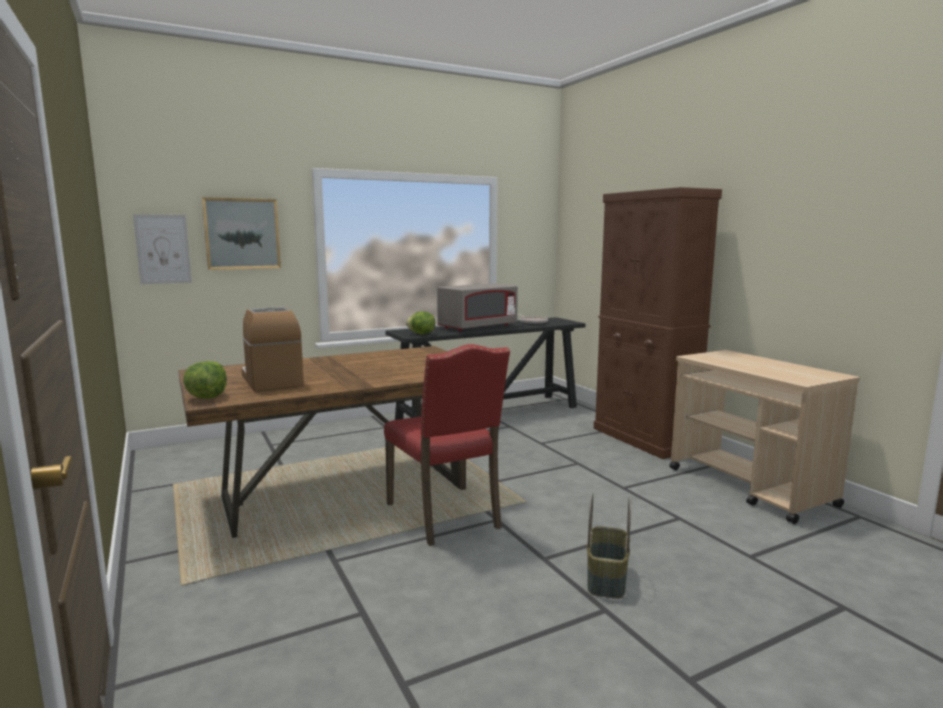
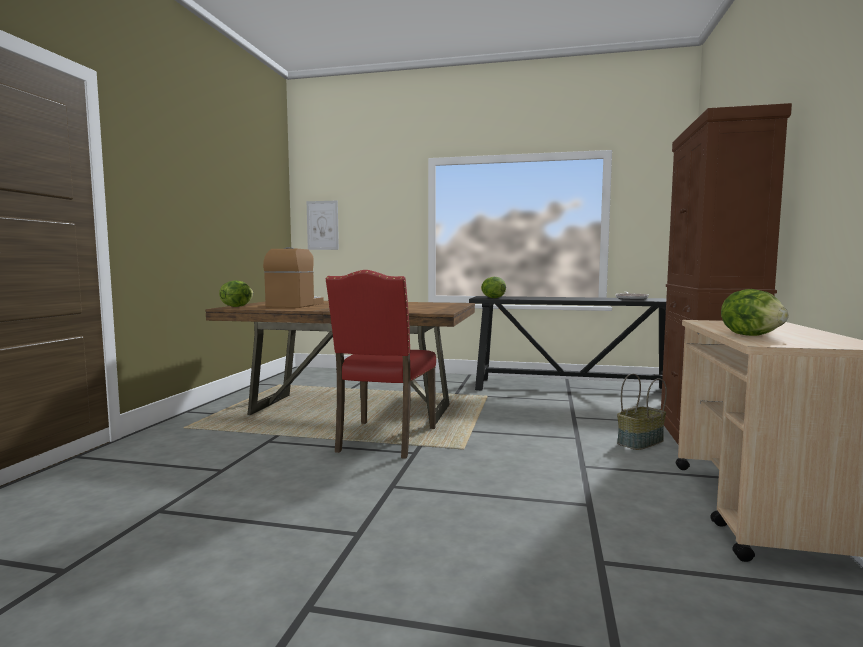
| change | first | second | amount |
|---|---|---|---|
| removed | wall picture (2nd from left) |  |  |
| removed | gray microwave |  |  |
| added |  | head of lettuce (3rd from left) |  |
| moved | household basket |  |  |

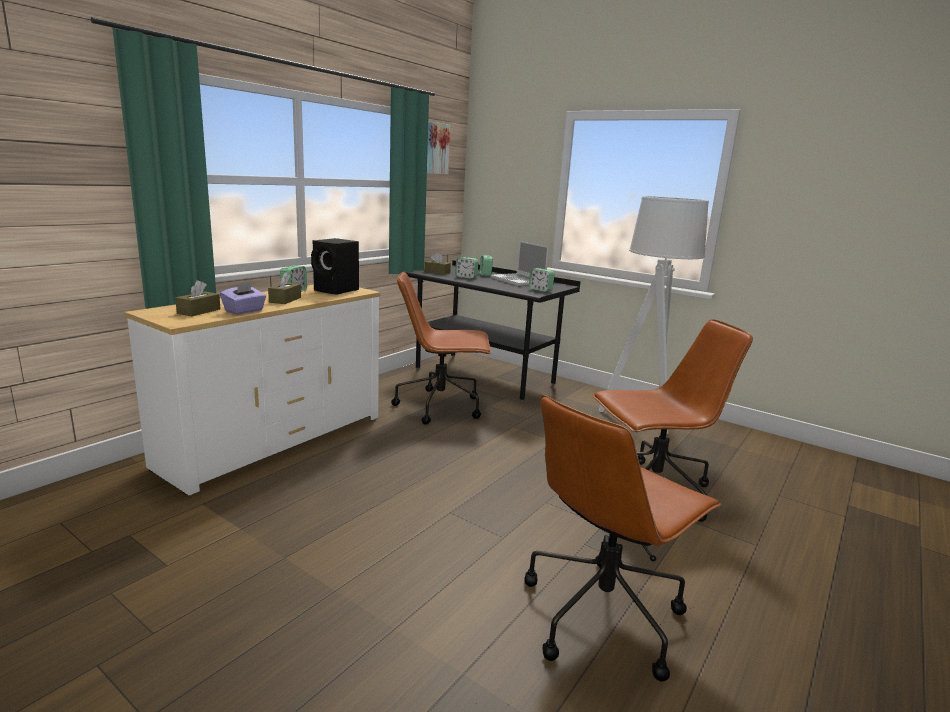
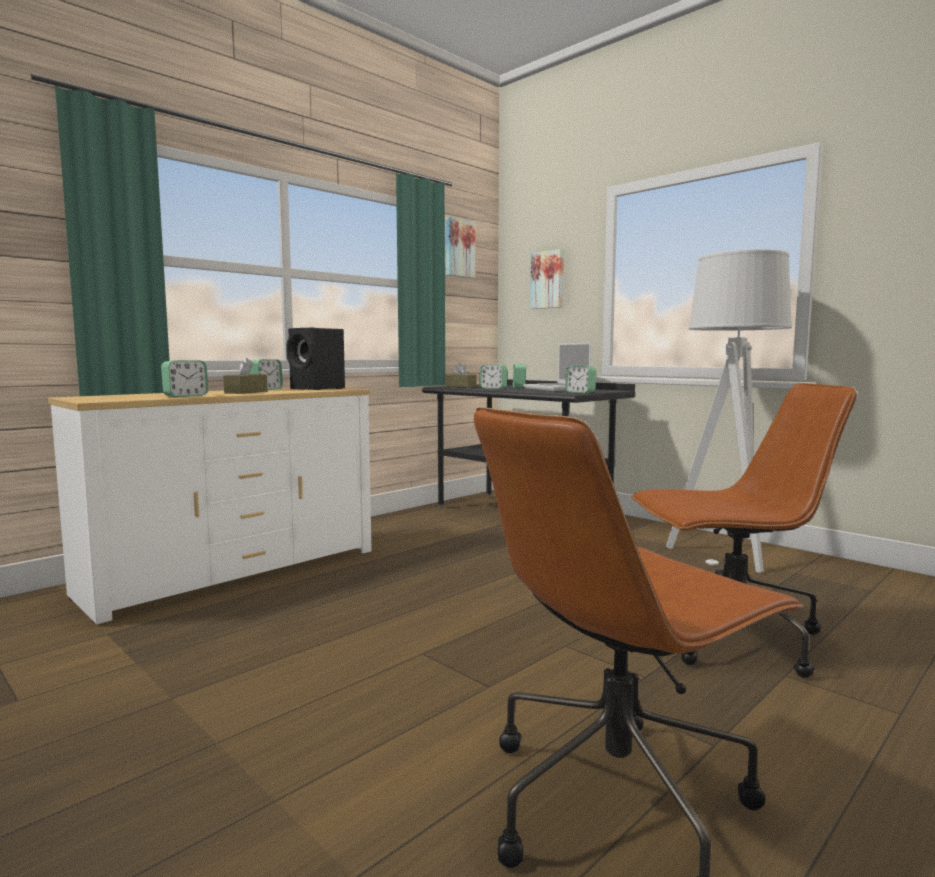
| change | first | second | amount |
|---|---|---|---|
| removed | brownish tissue box (1st from left) |  |  |
| removed | brownish computer chair (1st from left) |  |  |
| added |  | wall picture (2nd from left) |  |
| replaced | purple-coloured tissue box | bedside clock (1st from left) |  |

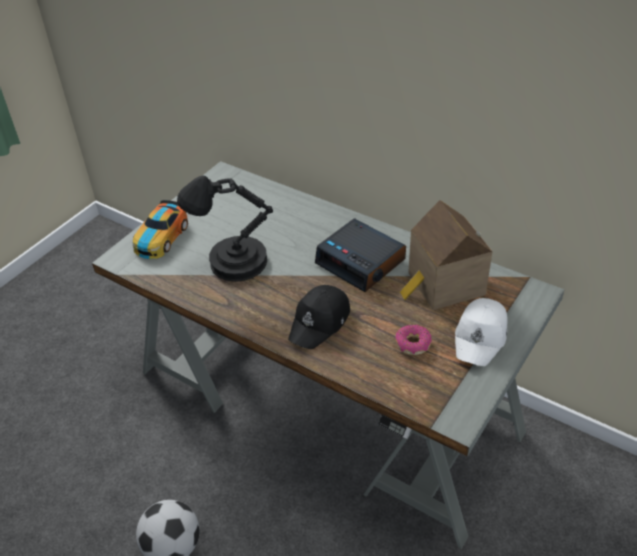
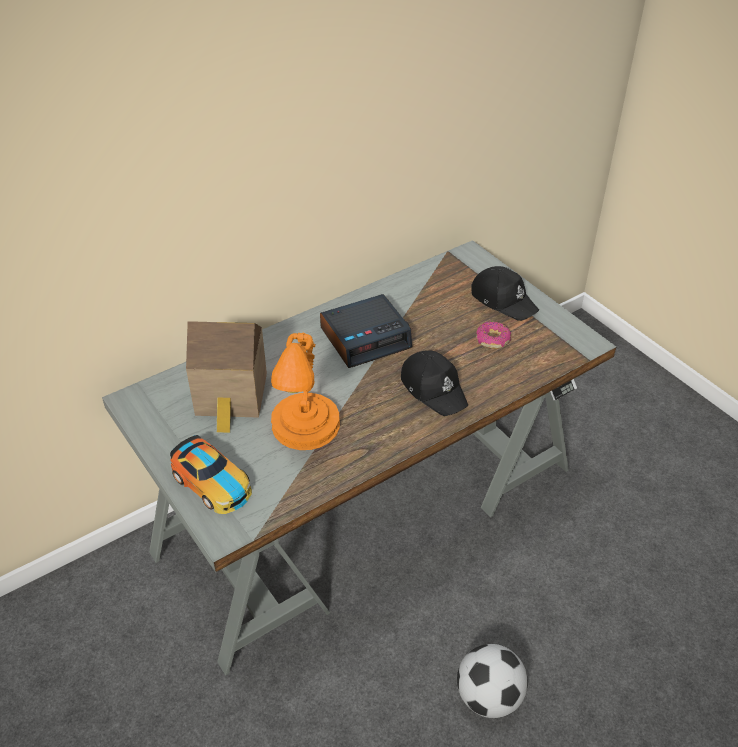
| change | first | second | amount |
|---|---|---|---|
| moved | miniature house |  |  |
| recoloured | black tabletop lamp | orange-coloured tabletop lamp |  |
| recoloured | whitish baseball cap | black baseball cap (2nd from left) |  |

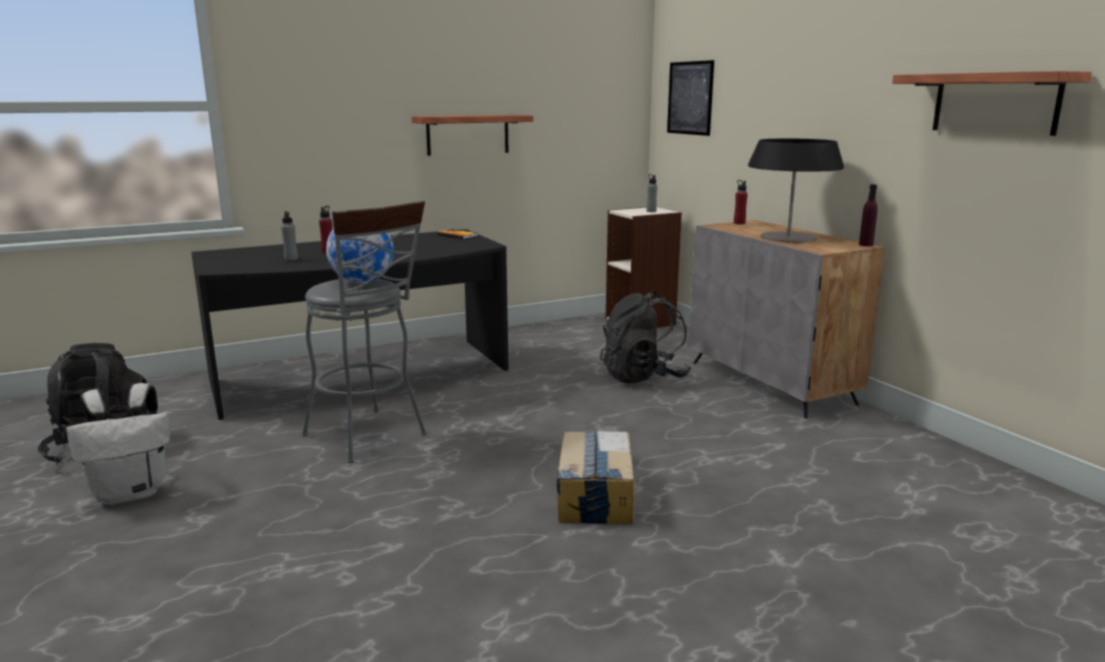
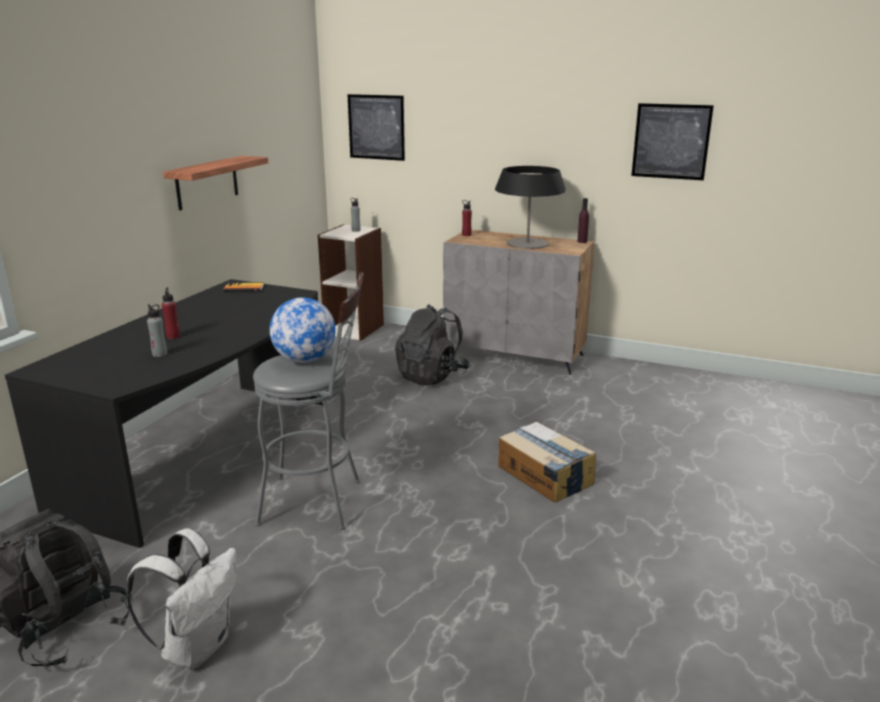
| change | first | second | amount |
|---|---|---|---|
| replaced | bracket shelf (2nd from left) | wall picture (2nd from left) |  |

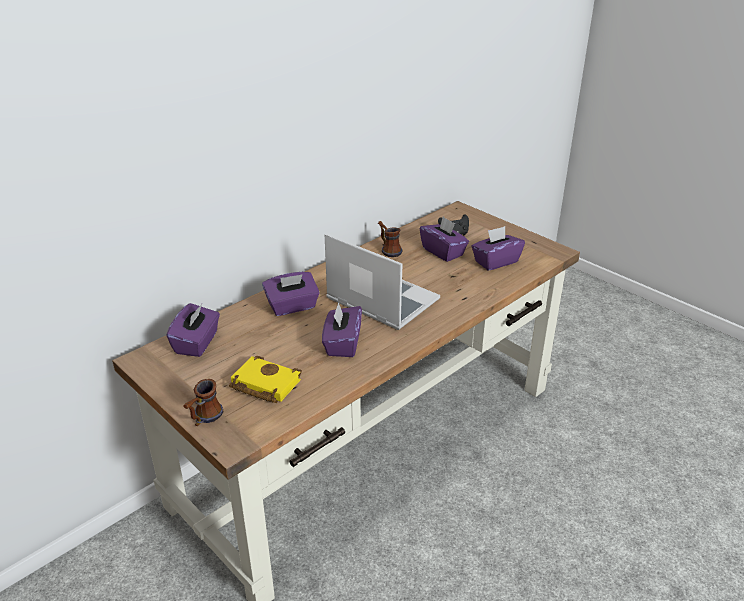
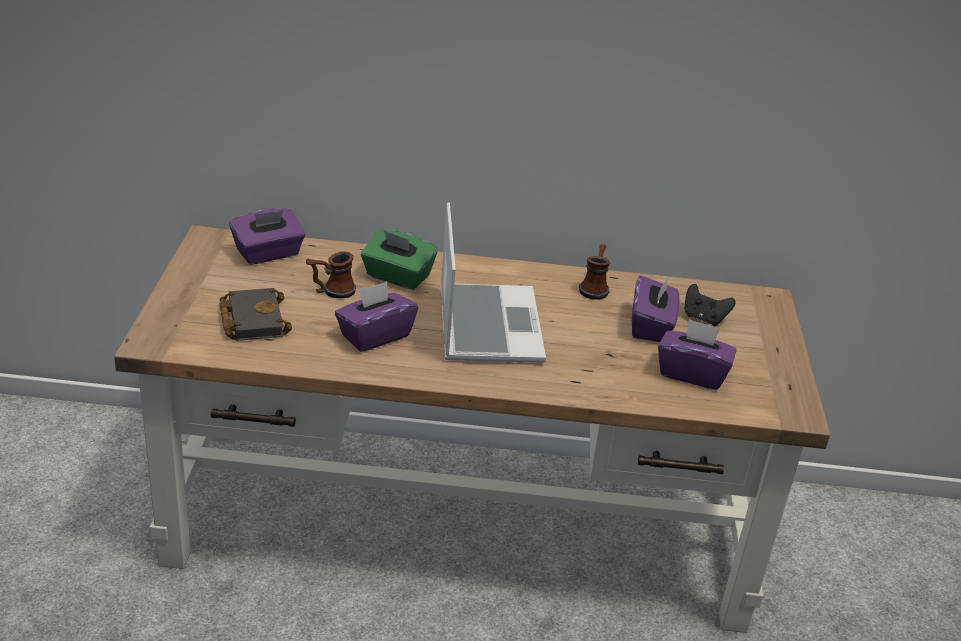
| change | first | second | amount |
|---|---|---|---|
| moved | mug (1st from left) |  |  |
| recoloured | yellowish volume | black volume |  |
| recoloured | purple-coloured tissue box (2nd from left) | green tissue box |  |

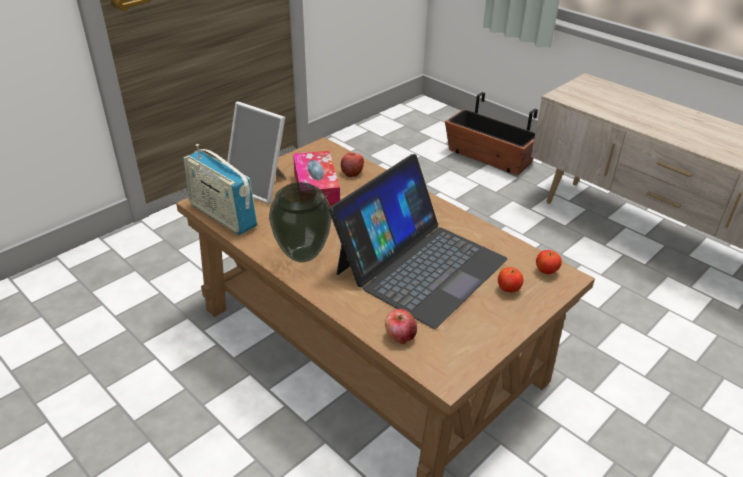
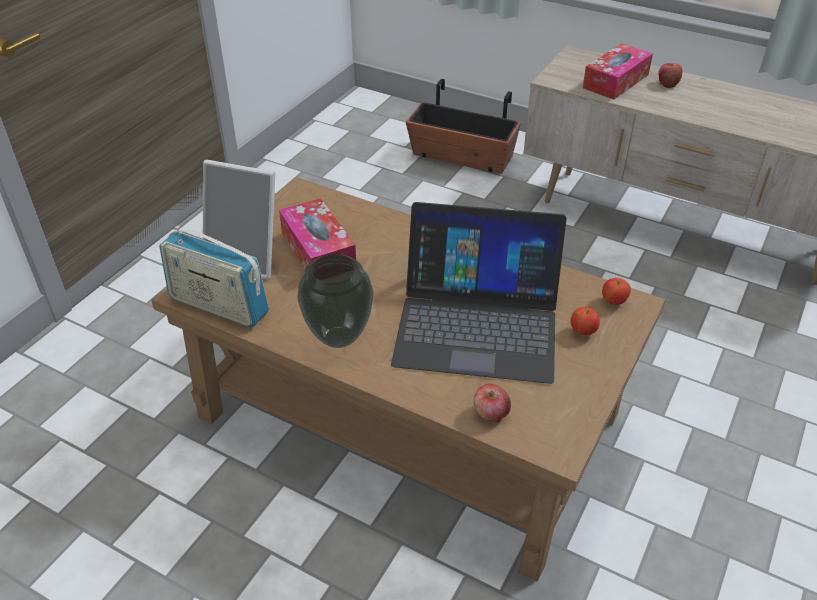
| change | first | second | amount |
|---|---|---|---|
| added |  | tissue box (2nd from left) |  |
| moved | apple (1st from left in the first image) | apple (4th from left) |  |
| turned | laptop |  | 75 degrees clockwise |

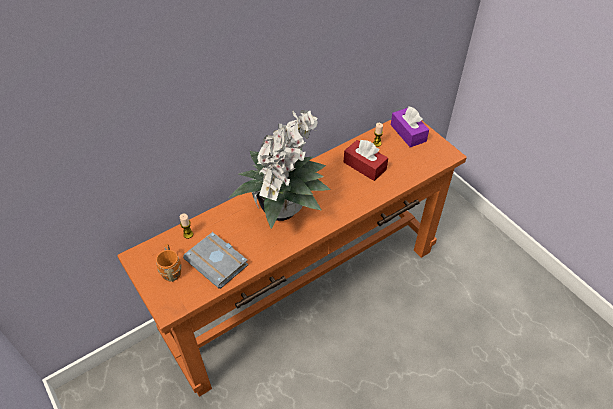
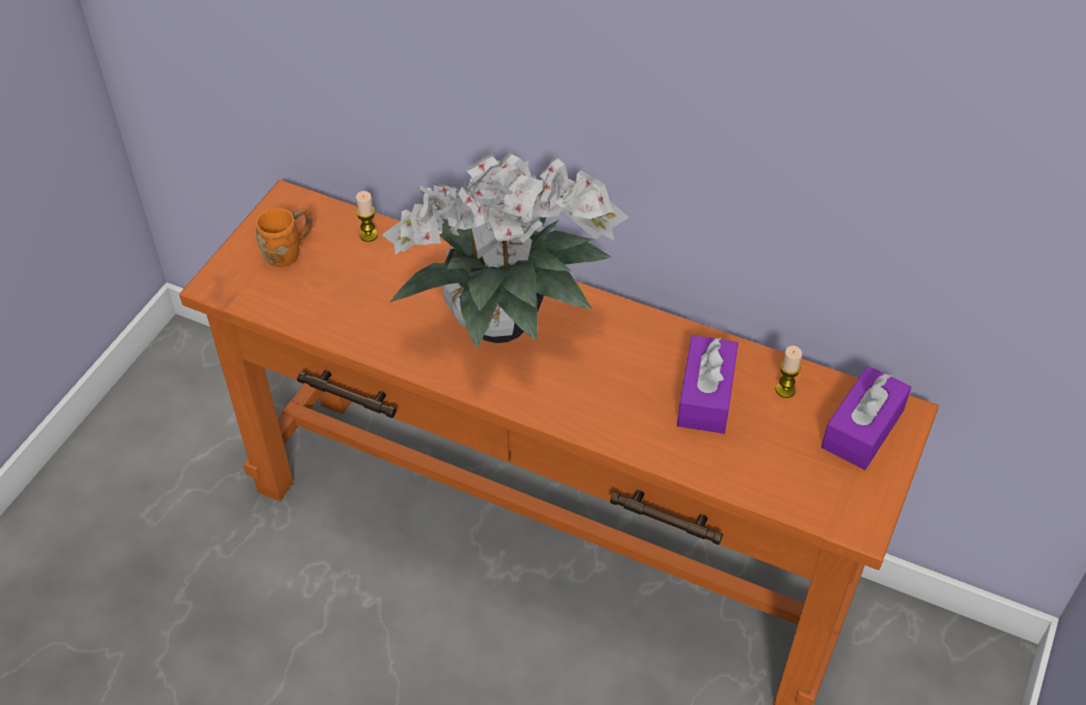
| change | first | second | amount |
|---|---|---|---|
| removed | gray volume |  |  |
| recoloured | red-coloured tissue box | purple-coloured tissue box (1st from left) |  |

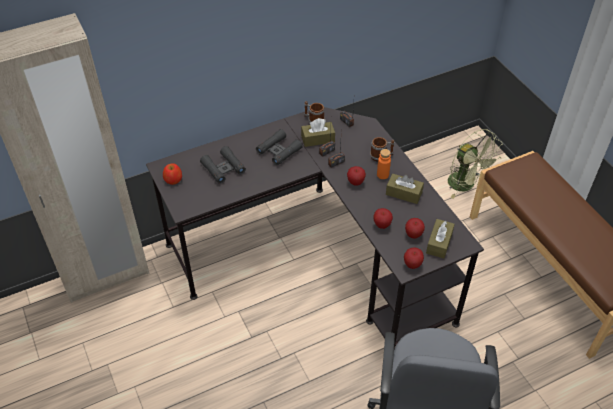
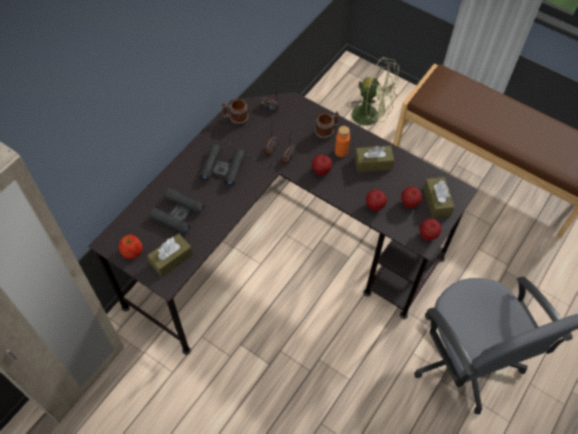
| change | first | second | amount |
|---|---|---|---|
| moved | brownish tissue box (1st from left) |  |  |

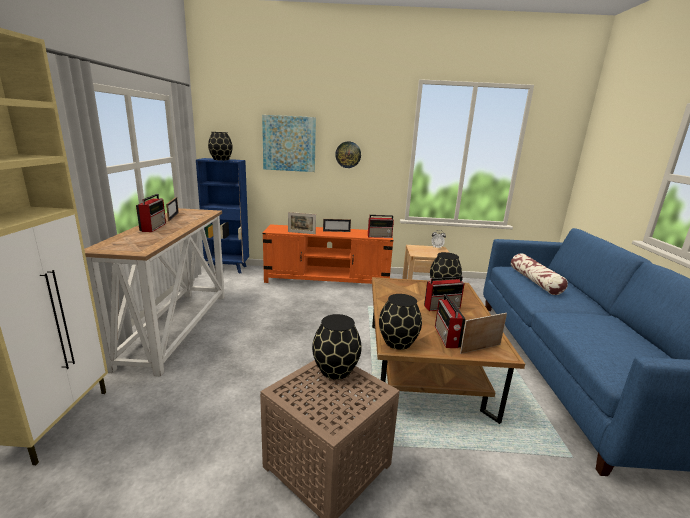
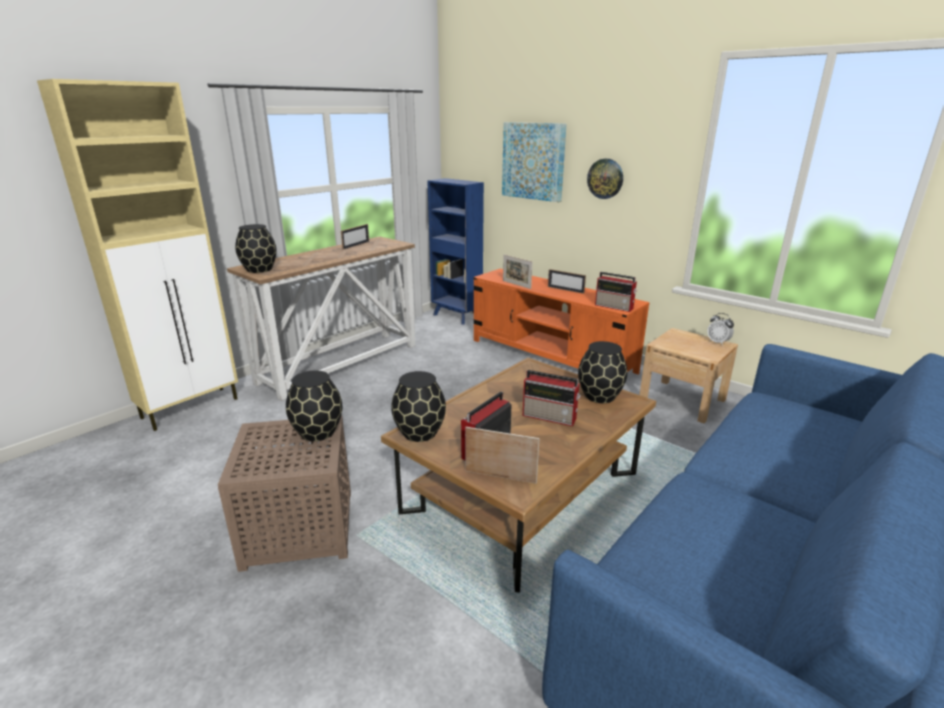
| change | first | second | amount |
|---|---|---|---|
| removed | radio set (1st from left) |  |  |
| removed | throw pillow |  |  |
| moved | black vase (1st from left) |  |  |

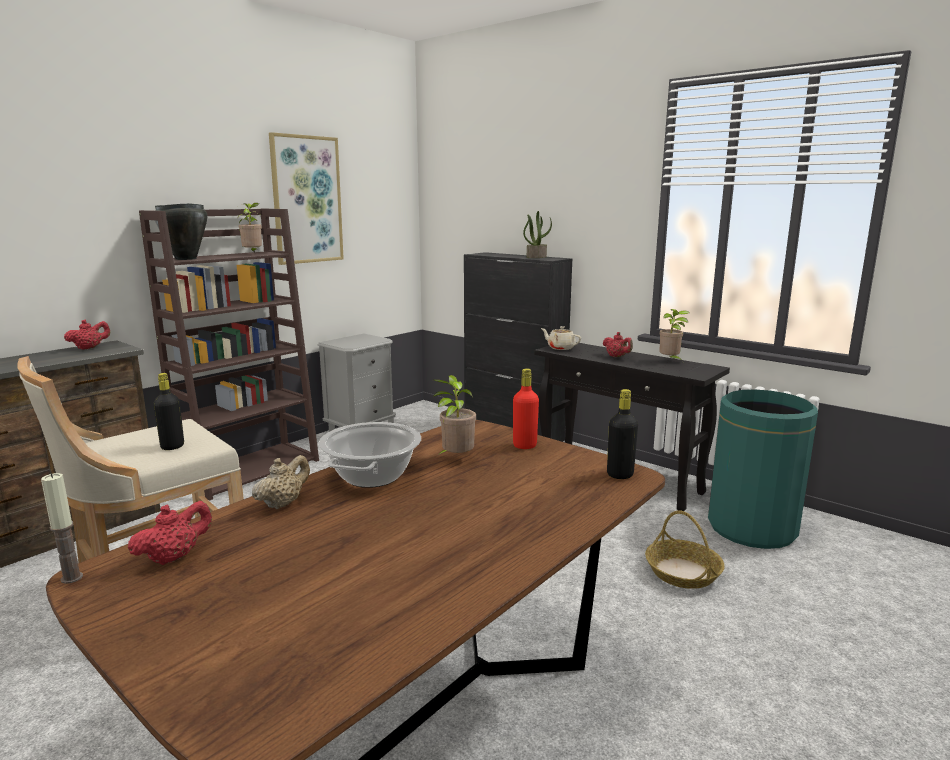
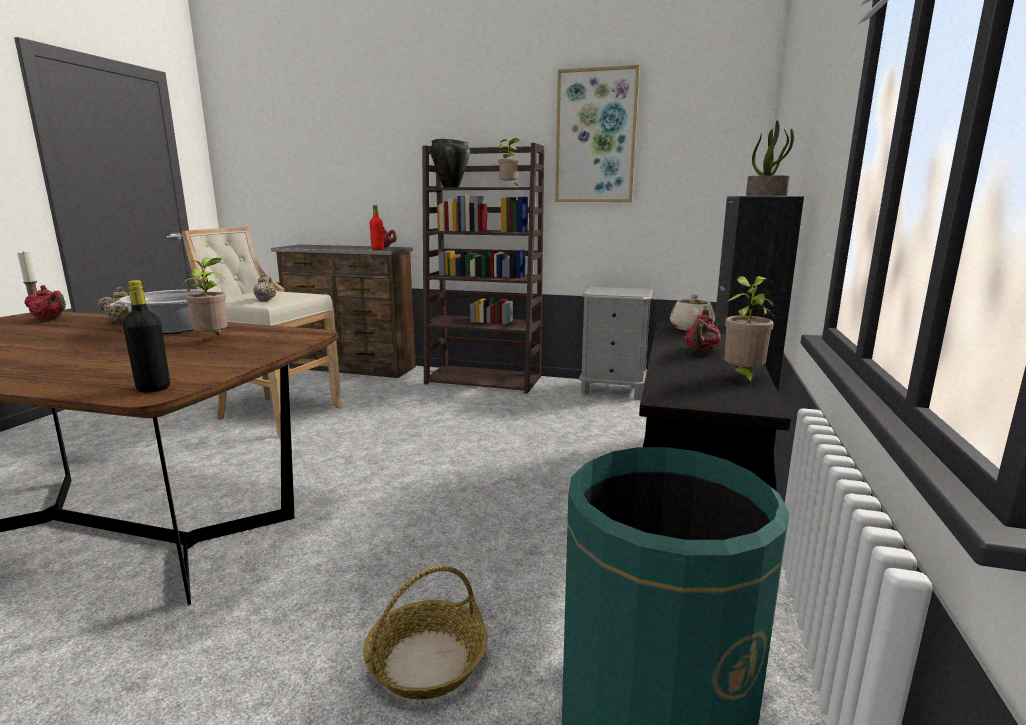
| change | first | second | amount |
|---|---|---|---|
| moved | red-coloured bottle |  |  |
| replaced | black bottle (1st from left) | sand-coloured pot for tea (2nd from left) |  |

